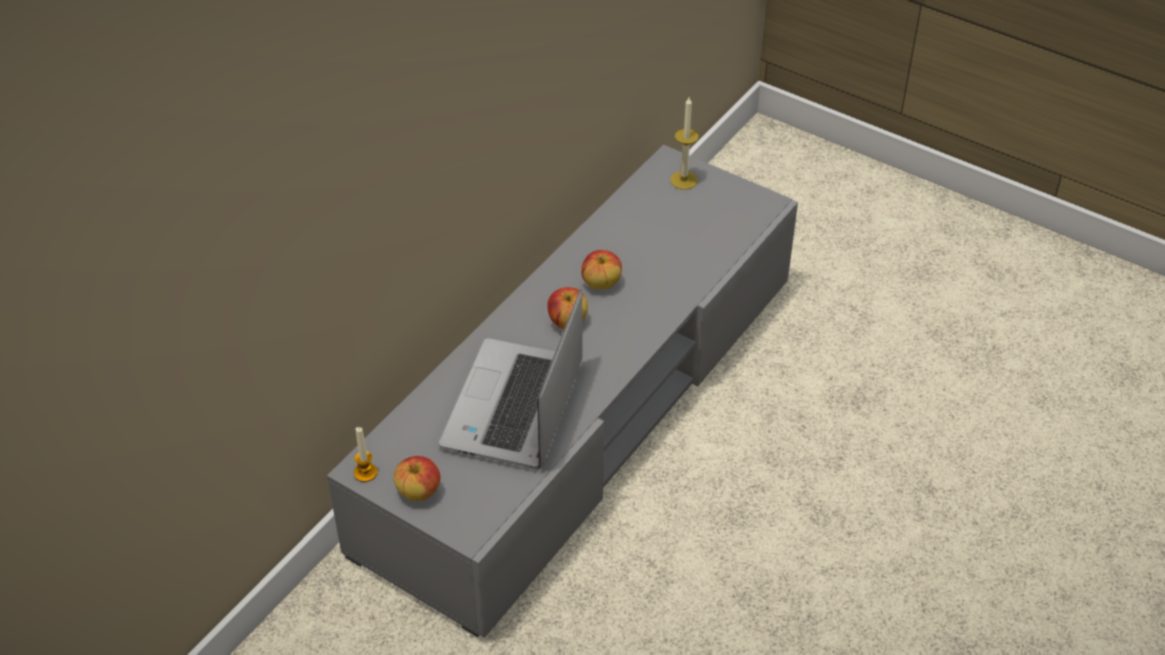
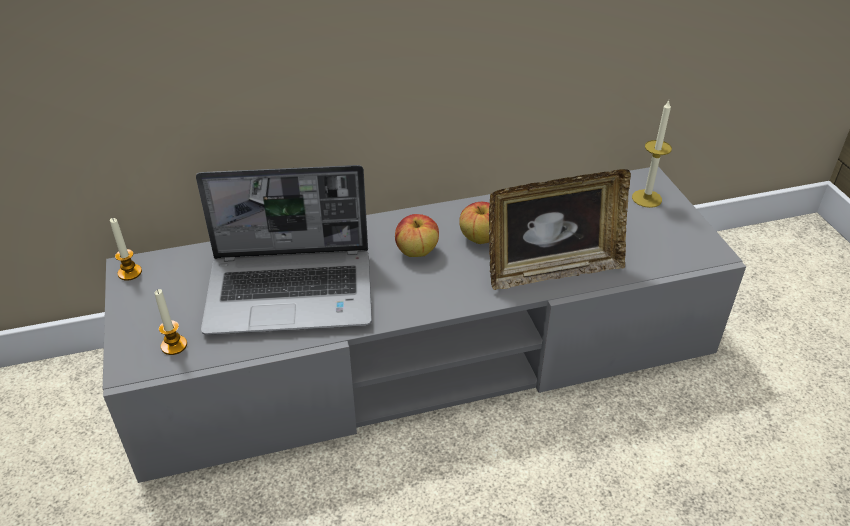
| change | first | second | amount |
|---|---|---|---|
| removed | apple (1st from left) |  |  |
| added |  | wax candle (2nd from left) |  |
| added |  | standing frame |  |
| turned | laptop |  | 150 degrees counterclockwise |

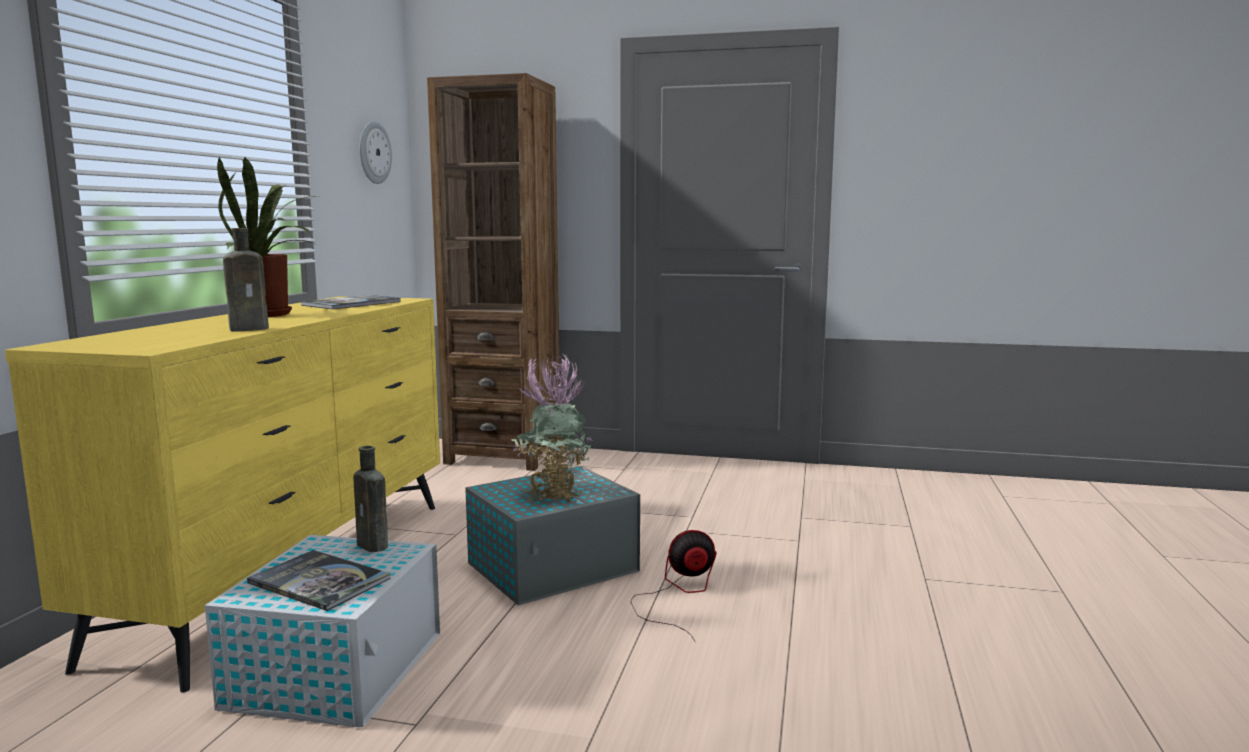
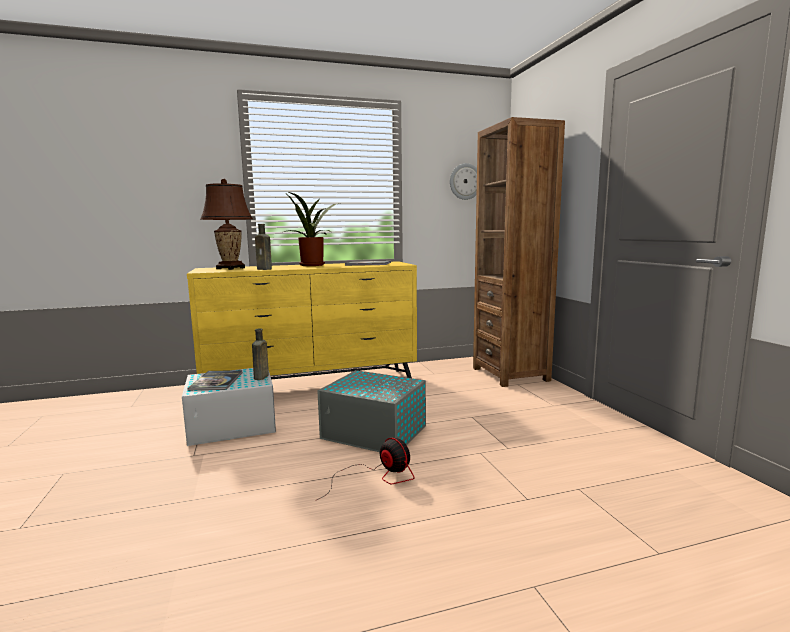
| change | first | second | amount |
|---|---|---|---|
| removed | potted plant (2nd from left) |  |  |
| added |  | brownish tabletop lamp |  |

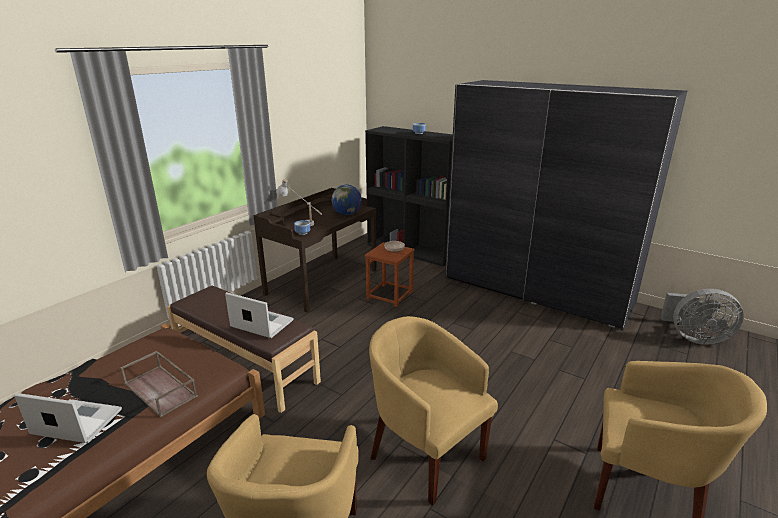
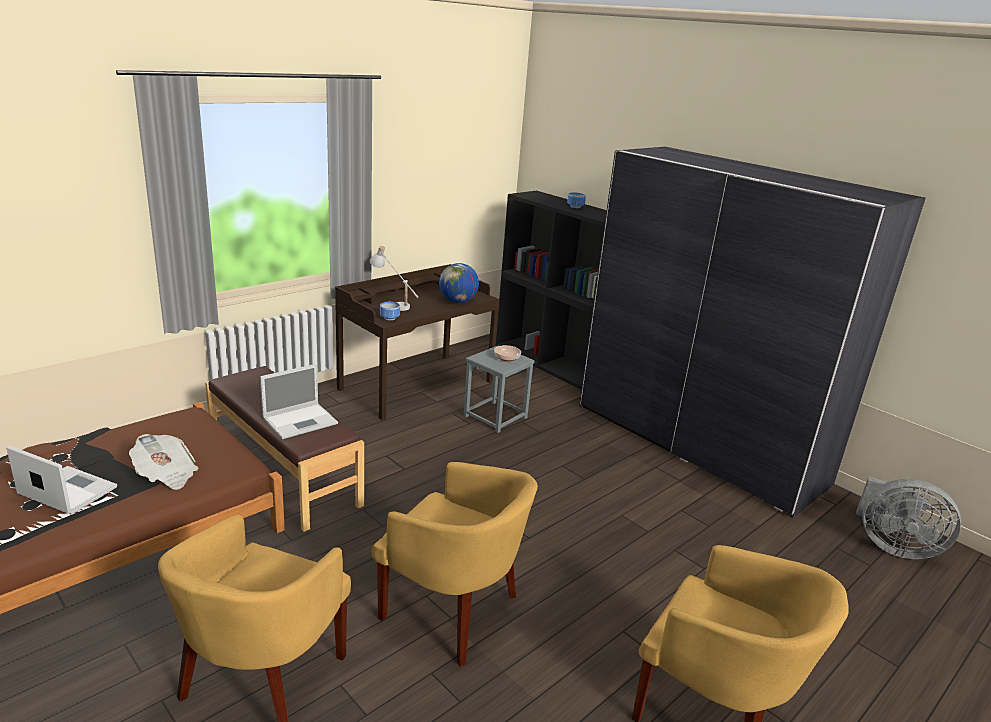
| change | first | second | amount |
|---|---|---|---|
| replaced | brownish serving tray | newspaper |  |
| recoloured | brownish sitting stool | gray sitting stool |  |
| turned | laptop (2nd from left) |  | 105 degrees clockwise |
| turned | yellowish armchair (2nd from left) |  | 150 degrees clockwise |

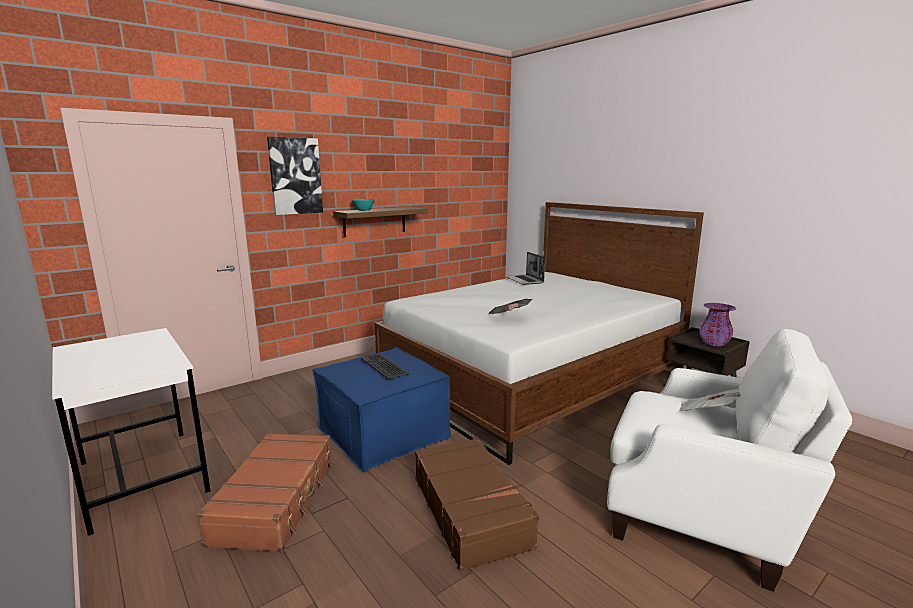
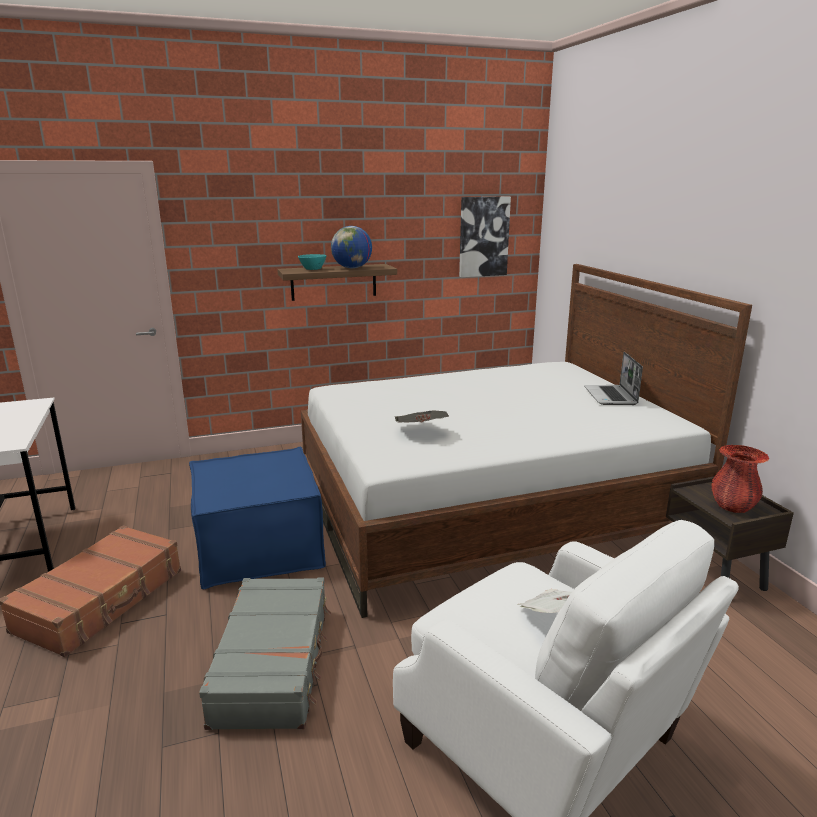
| change | first | second | amount |
|---|---|---|---|
| removed | keyboard |  |  |
| added |  | desk globe |  |
| moved | wall picture |  |  |
| moved | laptop |  |  |
| recoloured | brownish suitcase (2nd from left) | gray suitcase |  |
| recoloured | purple-coloured vase | red-coloured vase |  |

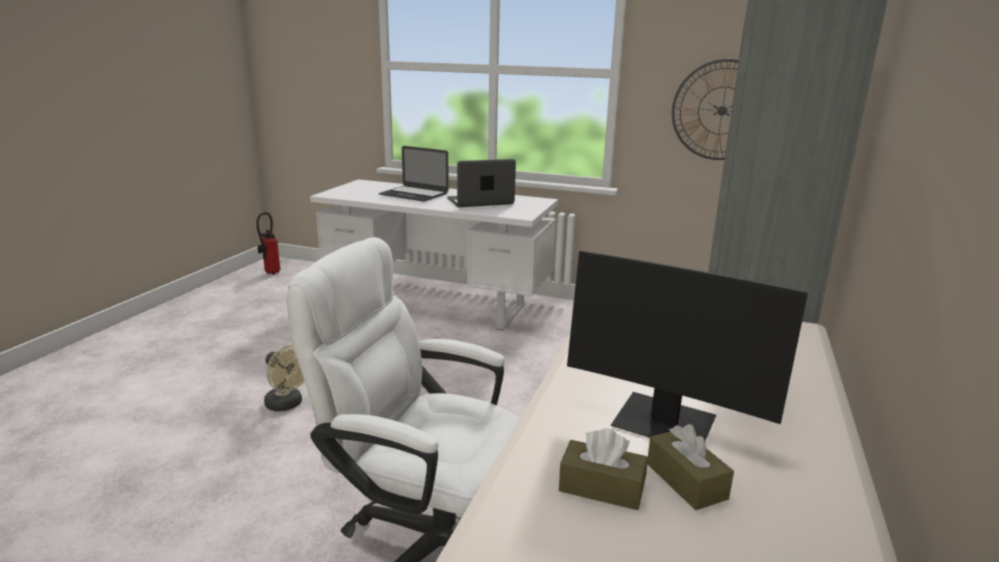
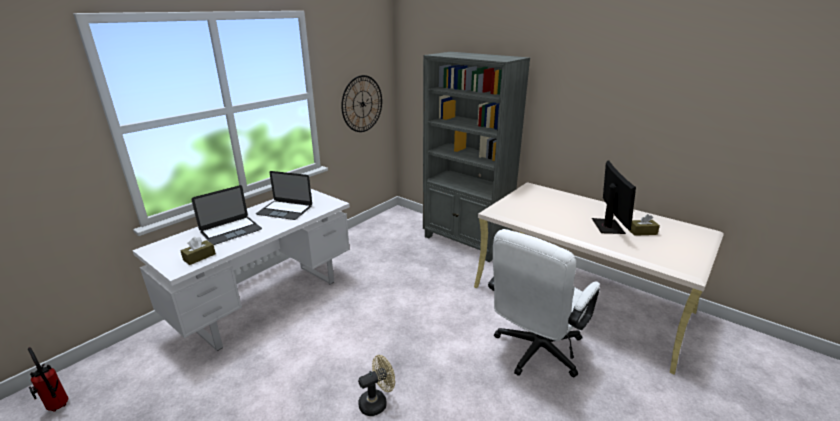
| change | first | second | amount |
|---|---|---|---|
| moved | brownish tissue box (1st from left) |  |  |
| turned | laptop (2nd from left) |  | 75 degrees counterclockwise |
| turned | computer display |  | 45 degrees counterclockwise |

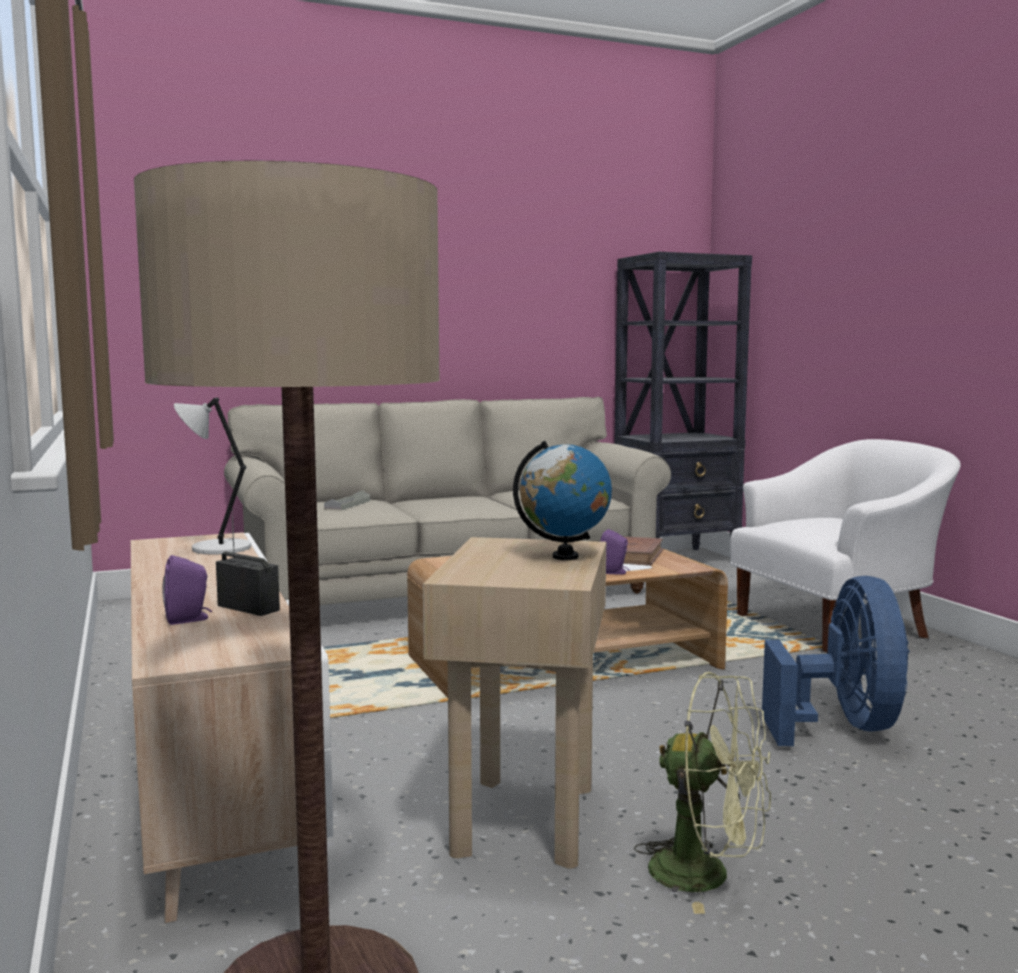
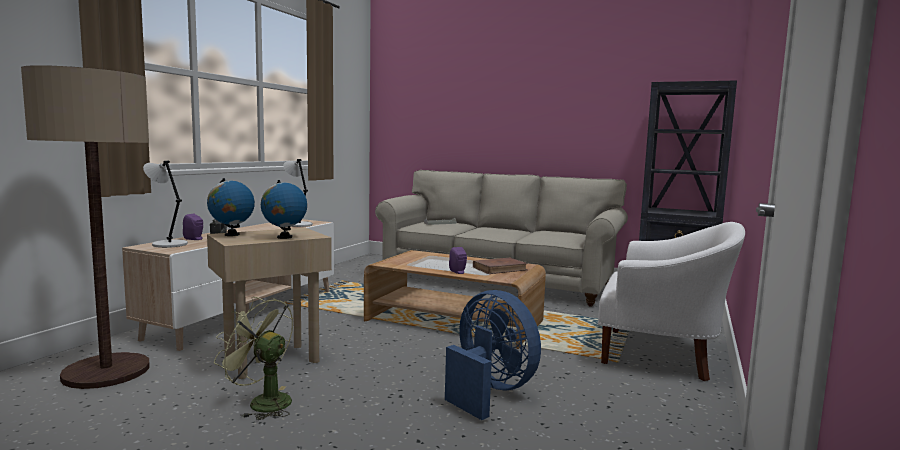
| change | first | second | amount |
|---|---|---|---|
| added |  | gray tabletop lamp (1st from left) |  |
| added |  | desk globe (1st from left) |  |
| turned | green cooling fan |  | 135 degrees clockwise |
| turned | blue cooling fan |  | 90 degrees counterclockwise |

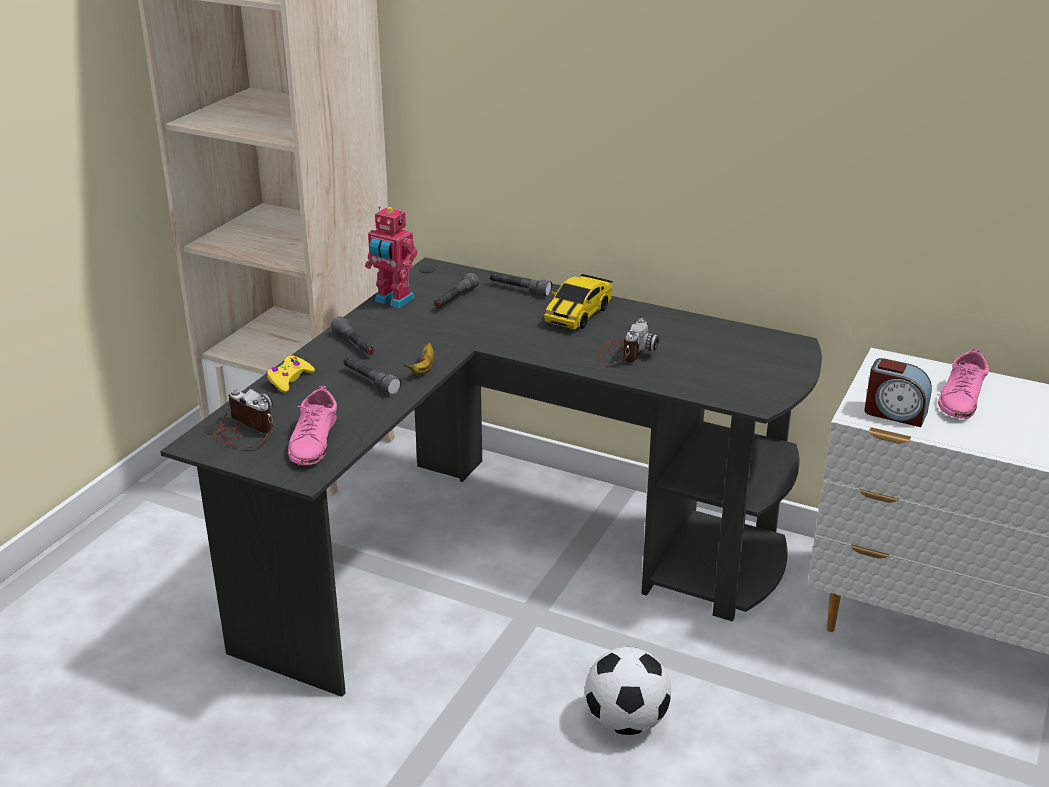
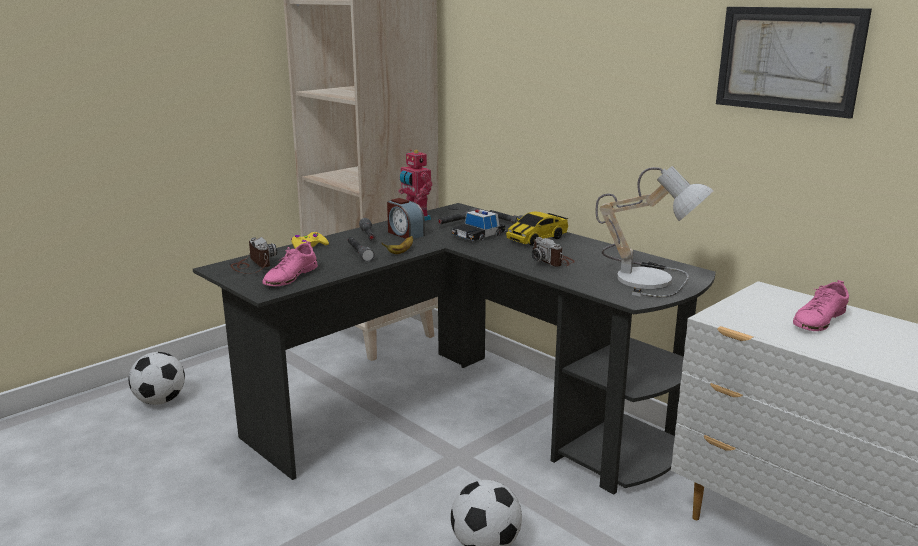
| change | first | second | amount |
|---|---|---|---|
| added |  | football (1st from left) |  |
| added |  | miniature car (1st from left) |  |
| added |  | tabletop lamp |  |
| added |  | wall picture |  |
| moved | bedside clock |  |  |
| turned | photo camera (2nd from left) |  | 105 degrees clockwise |

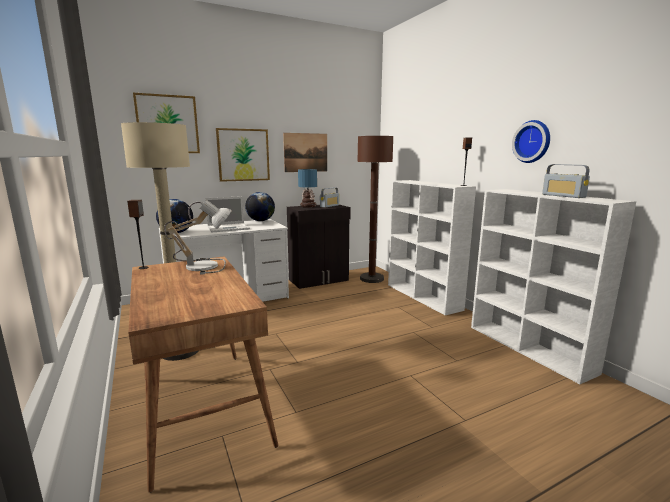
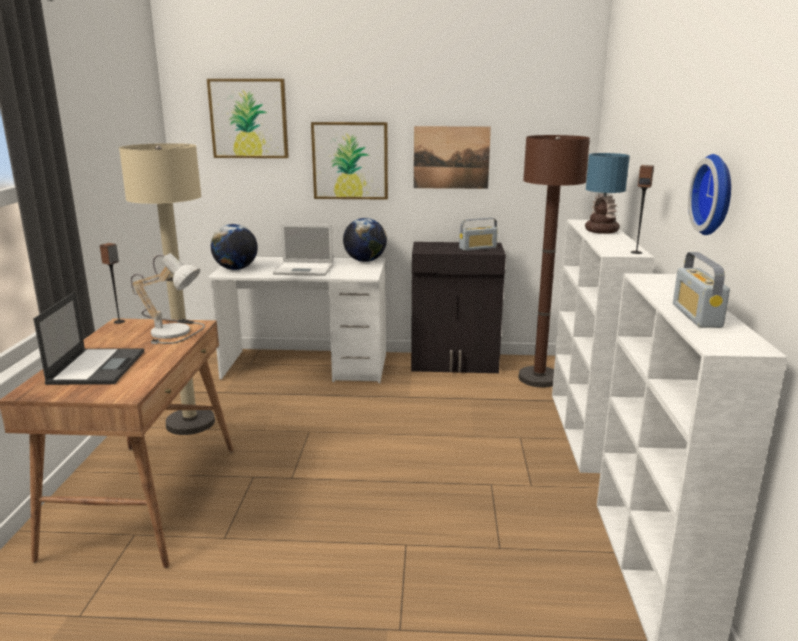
| change | first | second | amount |
|---|---|---|---|
| added |  | laptop (1st from left) |  |
| moved | tabletop lamp (2nd from left) |  |  |

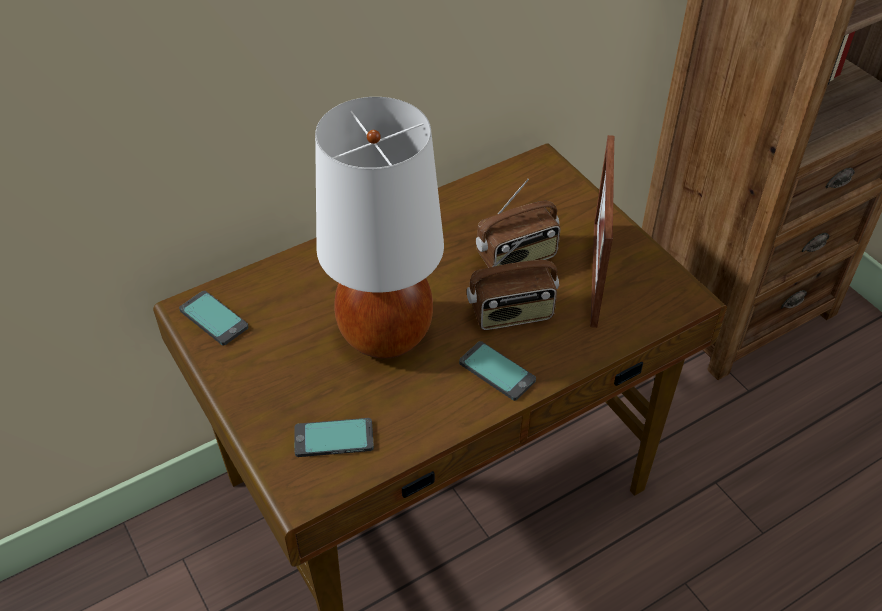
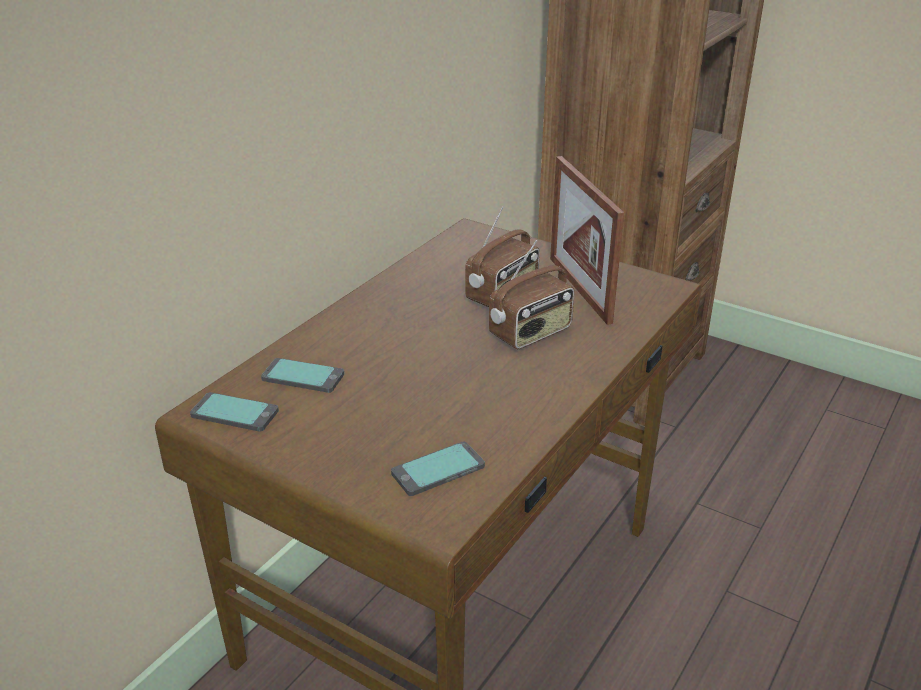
| change | first | second | amount |
|---|---|---|---|
| removed | whitish tabletop lamp |  |  |
| moved | phone (3rd from left in the first image) | phone (2nd from left) |  |

